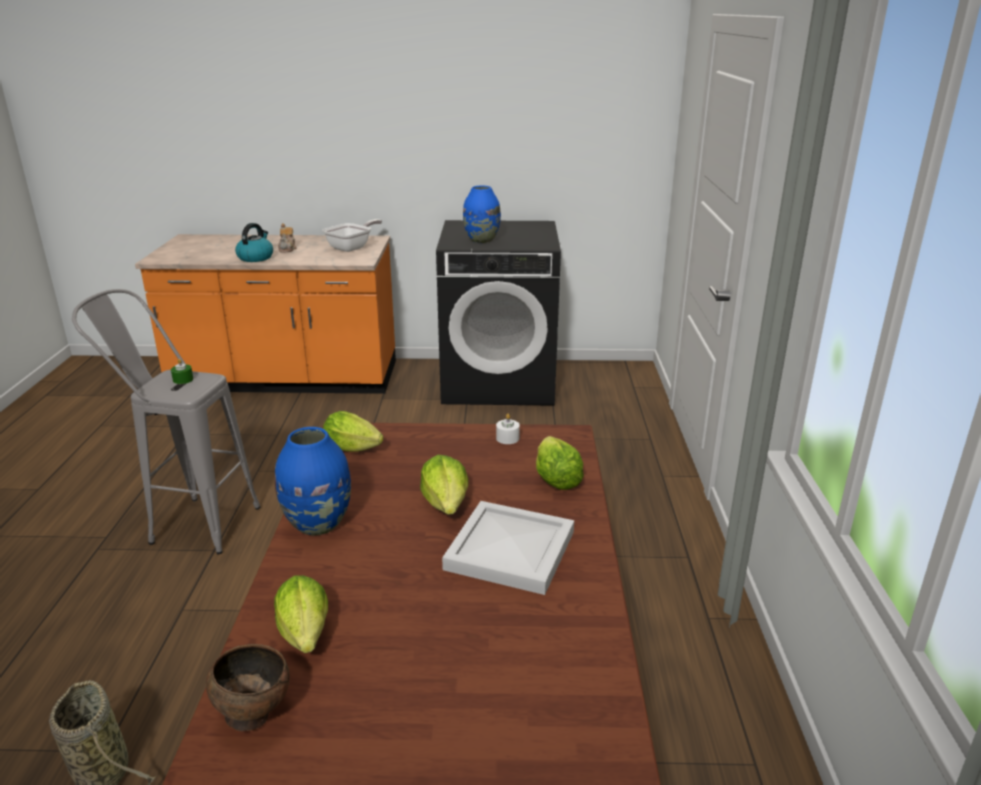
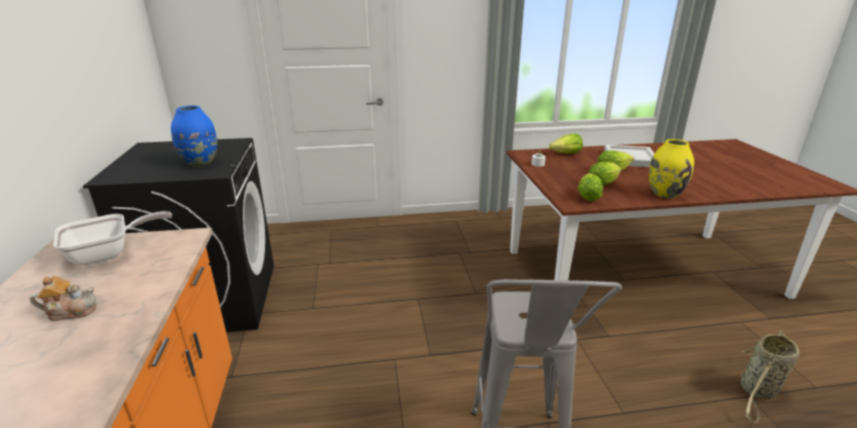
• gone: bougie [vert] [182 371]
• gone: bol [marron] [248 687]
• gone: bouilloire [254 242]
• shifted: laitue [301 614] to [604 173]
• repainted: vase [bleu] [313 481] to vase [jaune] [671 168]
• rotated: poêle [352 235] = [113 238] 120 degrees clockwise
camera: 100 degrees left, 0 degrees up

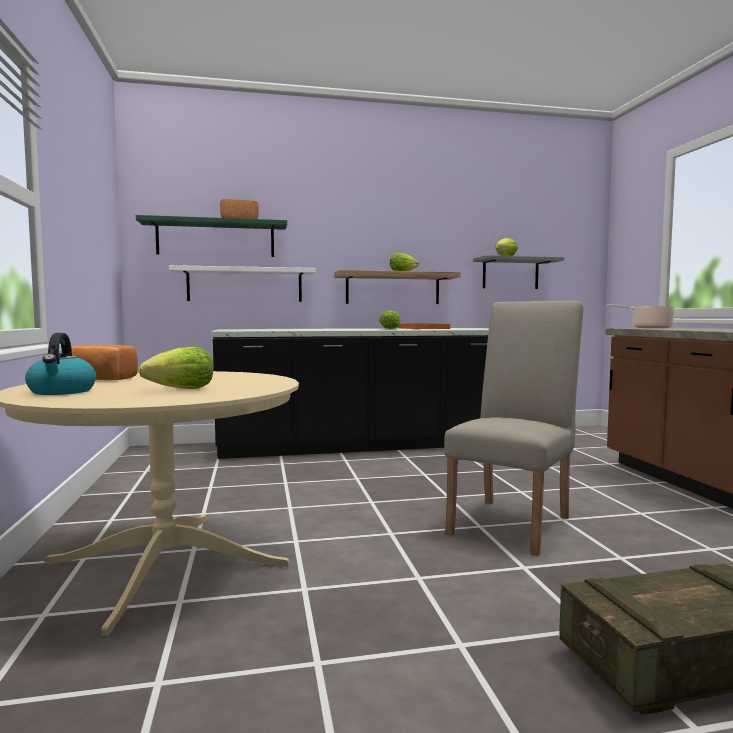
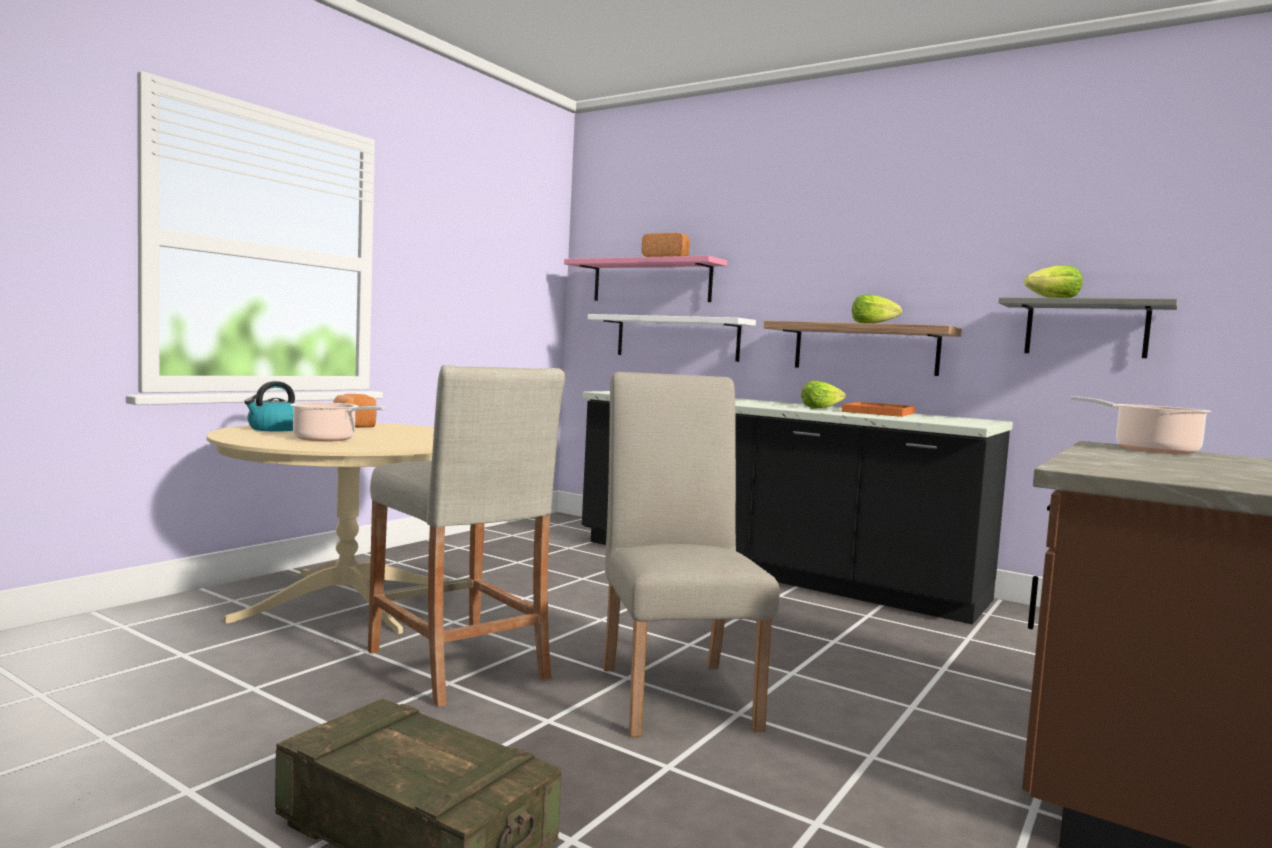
• new: tabouret [beige] [466 536]
• swapped: laitue [176 368] to marmite [338 422]
• repainted: étagère [vert] [211 236] to étagère [rose] [645 279]
• rotated: chaise [beige] [513 428] = [692 554] 90 degrees counterclockwise
camera: 45 degrees right, 0 degrees up

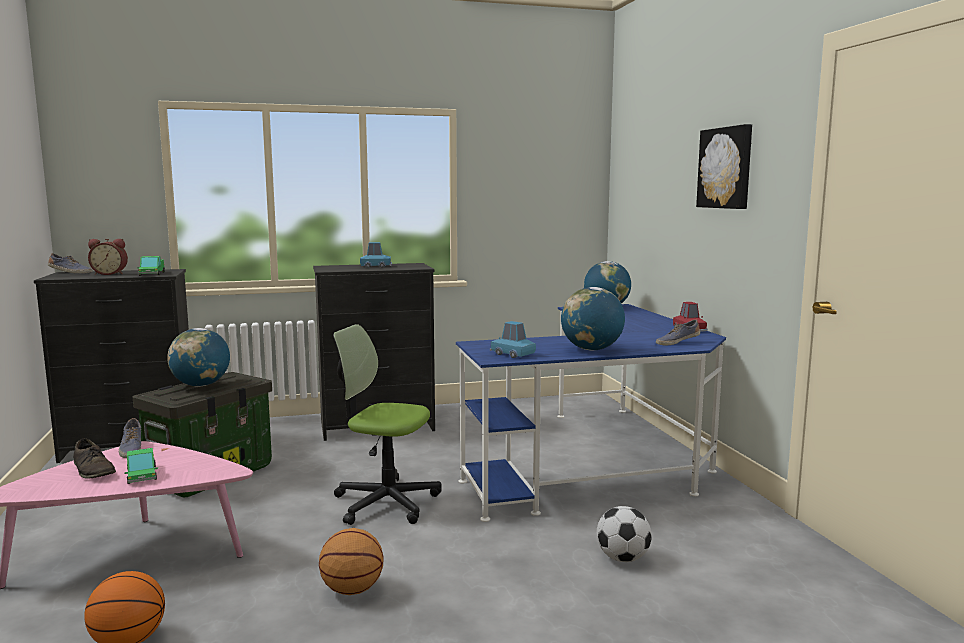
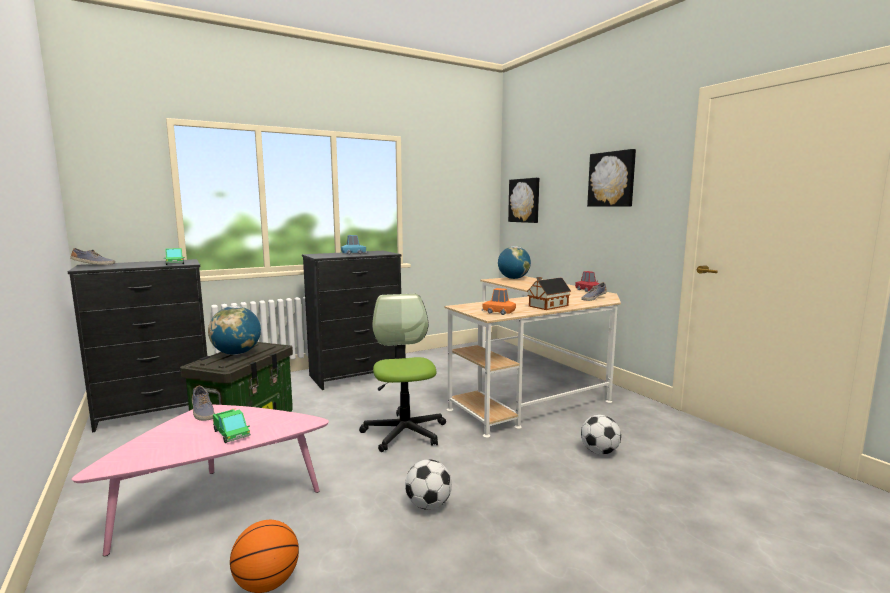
• gone: chaussure [marron] [94 458]
• gone: réveil [108 257]
• new: tableau [523 200]
• swapped: ballon de basket [351 561] to ballon de foot [428 484]
• swapped: globe [593 319] to maison miniature [549 293]
• repainted: bureau [bleu] [591 413] to bureau [beige] [533 357]
• repainted: petite voiture [bleu] [513 339] to petite voiture [orange] [499 301]
• rotated: chaise de bureau [387 424] = [402 373] 75 degrees clockwise
camera: 15 degrees left, 0 degrees up

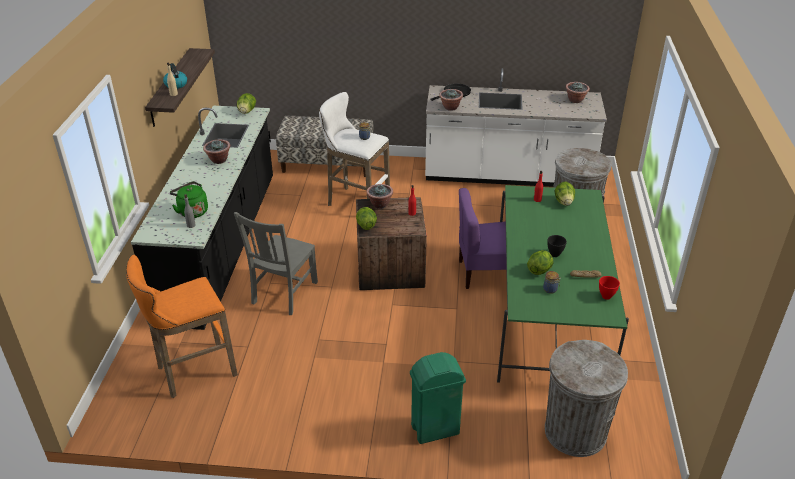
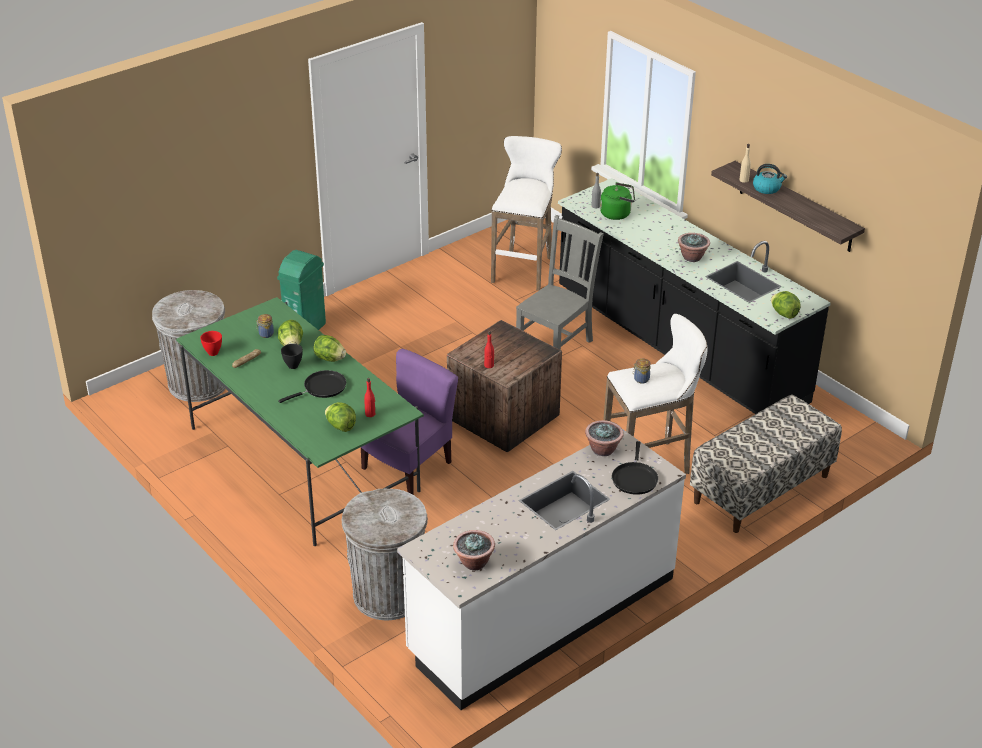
• gone: plante en pot [379 196]
• new: poêle [noir] [312 386]
• shifted: laitue [366 218] to [329 348]
• repainted: tabouret [orange] [182 326] to tabouret [blanc] [526 213]
• rotated: chaise [gris] [276 263] = [560 282] 60 degrees clockwise
camera: 135 degrees right, 0 degrees up

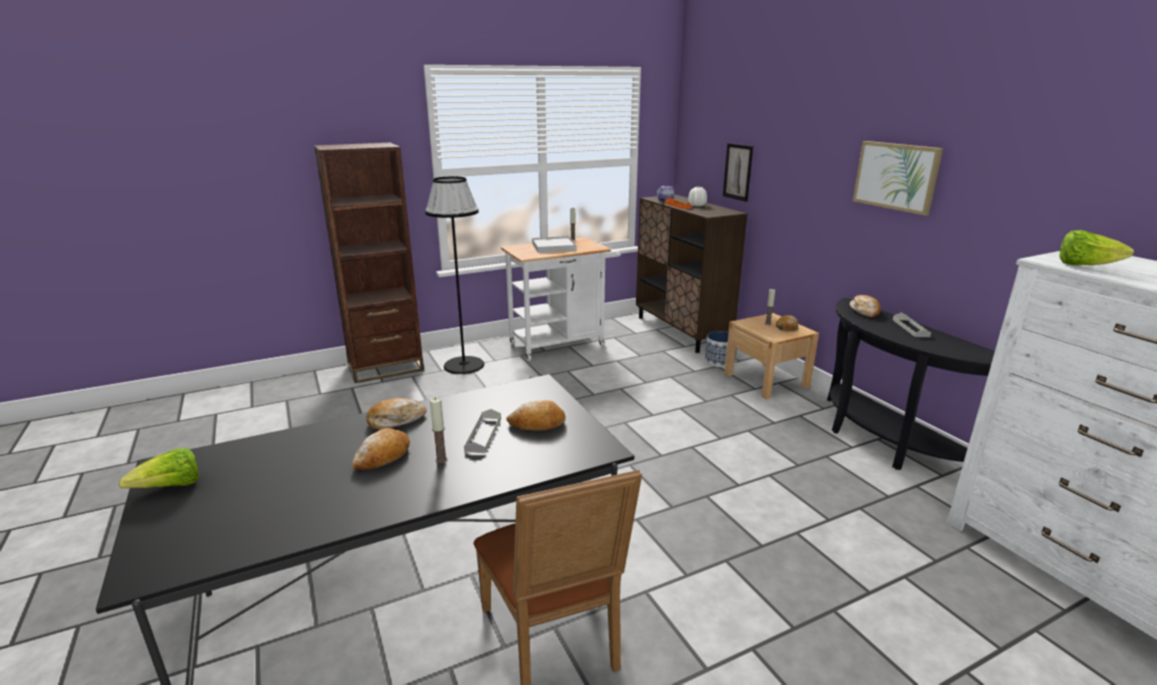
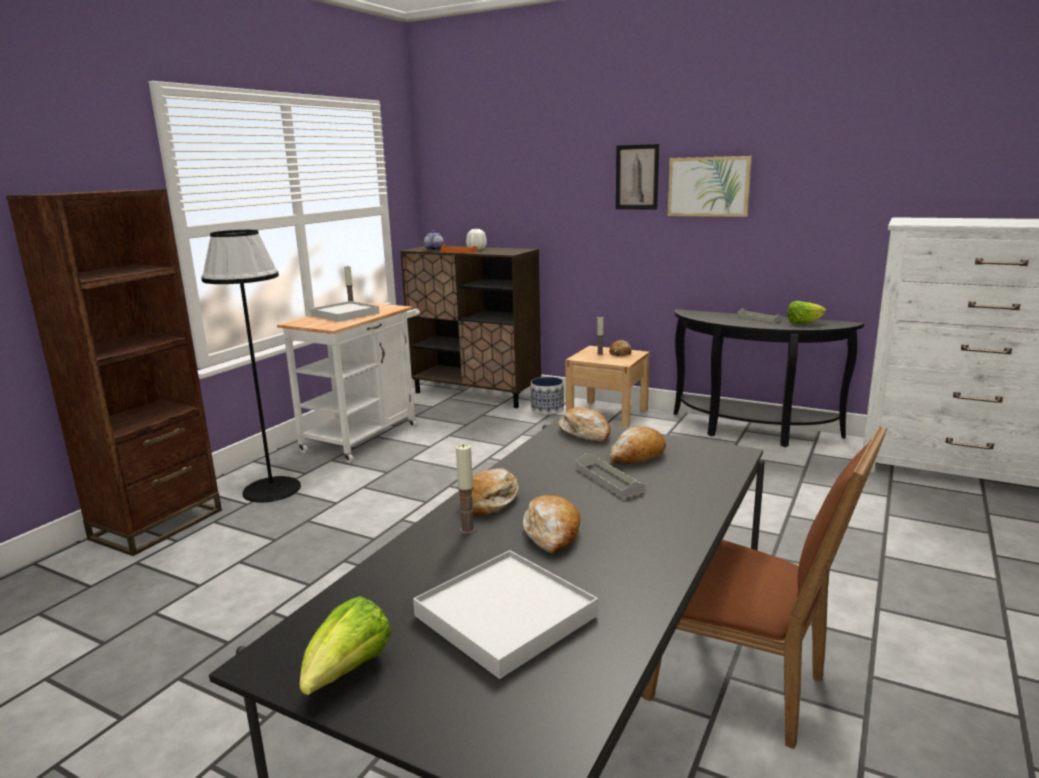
• new: plateau [blanc] [505 614]
• shifted: bougie [439 430] to [466 489]
• shifted: tableau [738 172] to [637 177]
• shifted: pain [865 306] to [585 424]
• shifted: laitue [1097 247] to [806 312]
camera: 35 degrees left, 5 degrees down

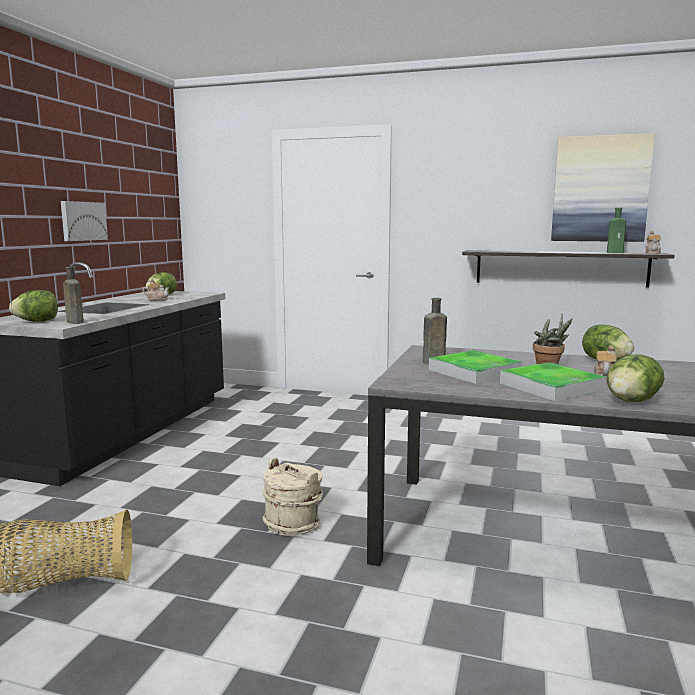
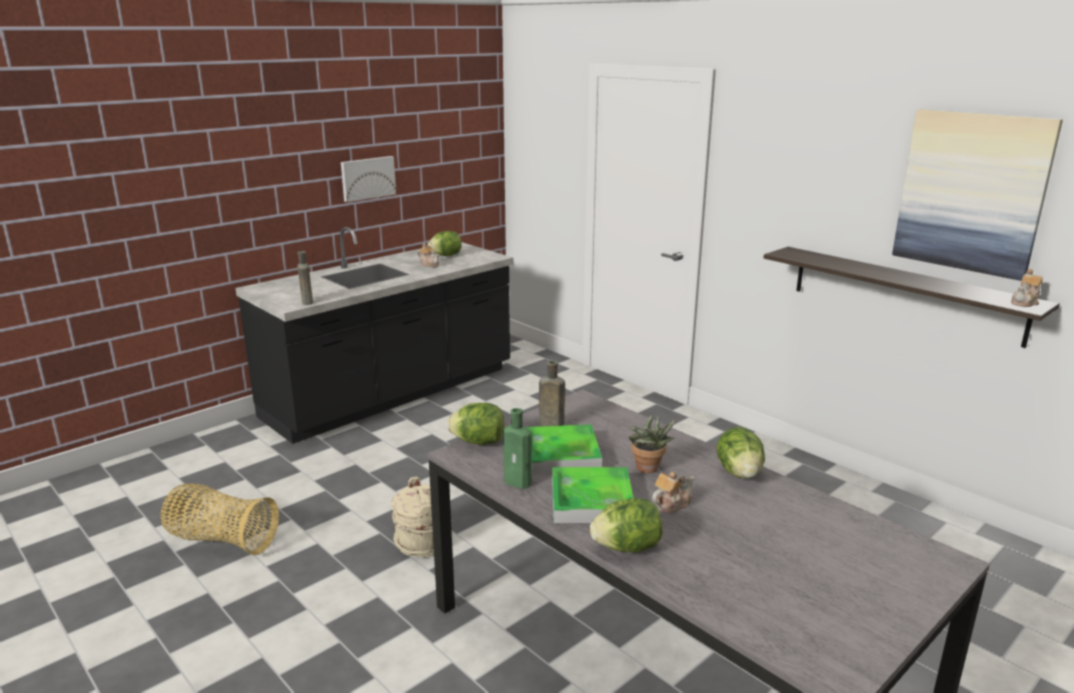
• shifted: laitue [33 306] to [475 424]
• shifted: bouteille [vert] [616 230] to [517 448]
camera: 30 degrees right, 10 degrees up

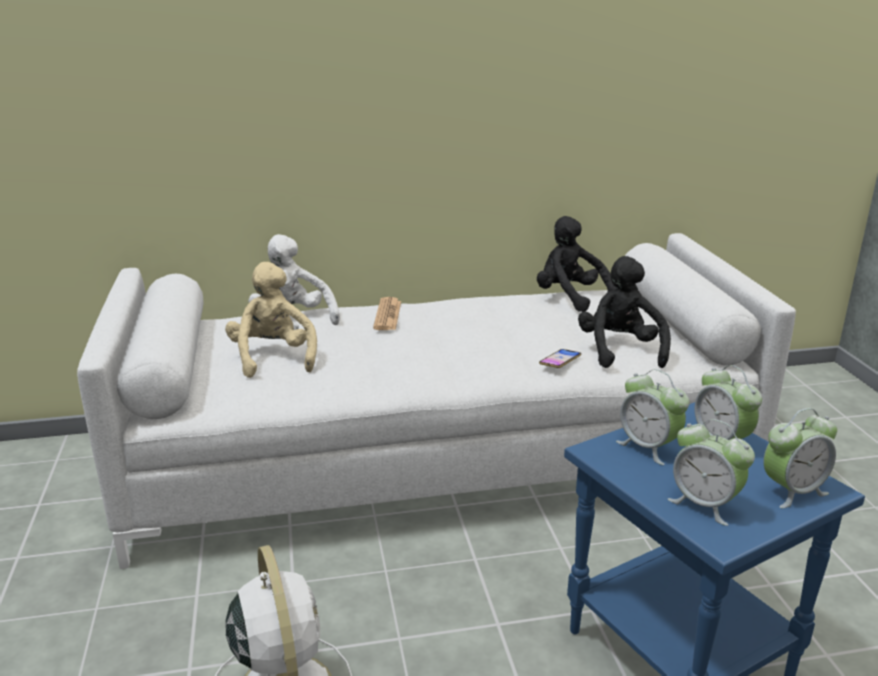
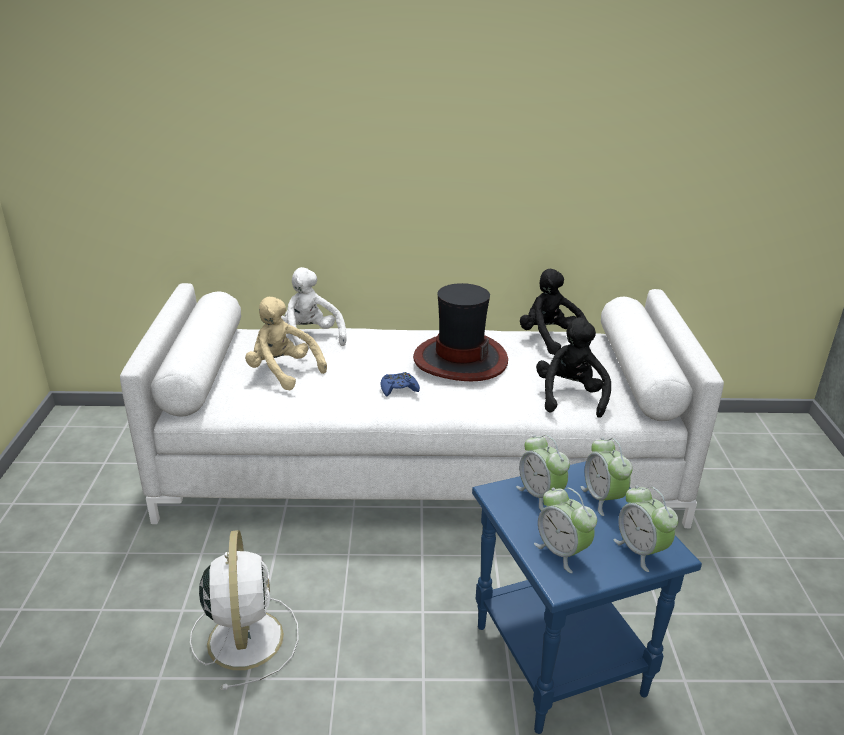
• gone: journal [387 313]
• gone: téléphone [560 358]
• new: manette [bleu] [400 384]
• new: chapeau [460 332]
• rotated: peluche [beige] [271 320] = [286 343] 45 degrees counterclockwise
• rotated: réveil [800 458] = [645 528] 75 degrees clockwise
camera: 10 degrees right, 5 degrees up

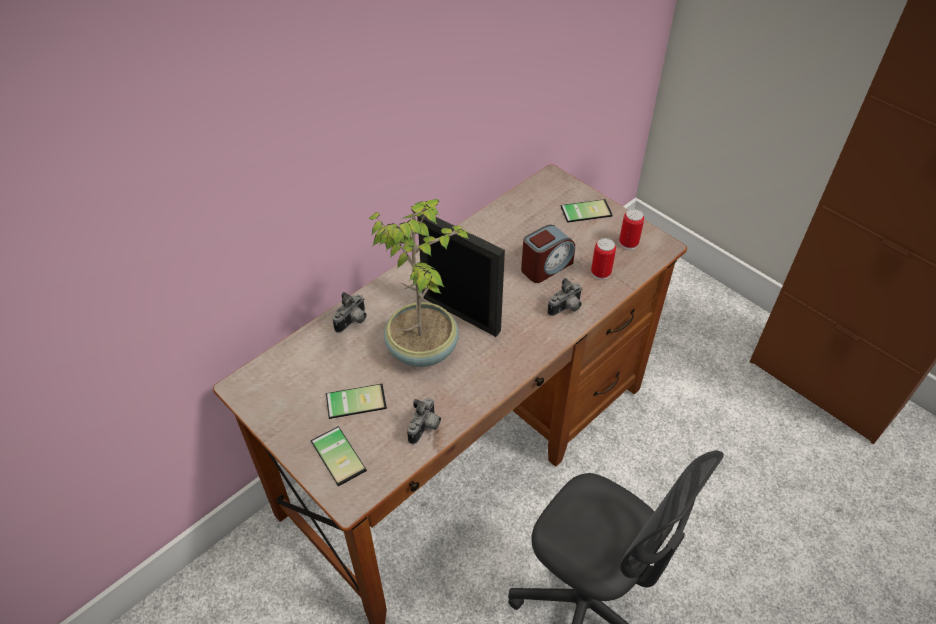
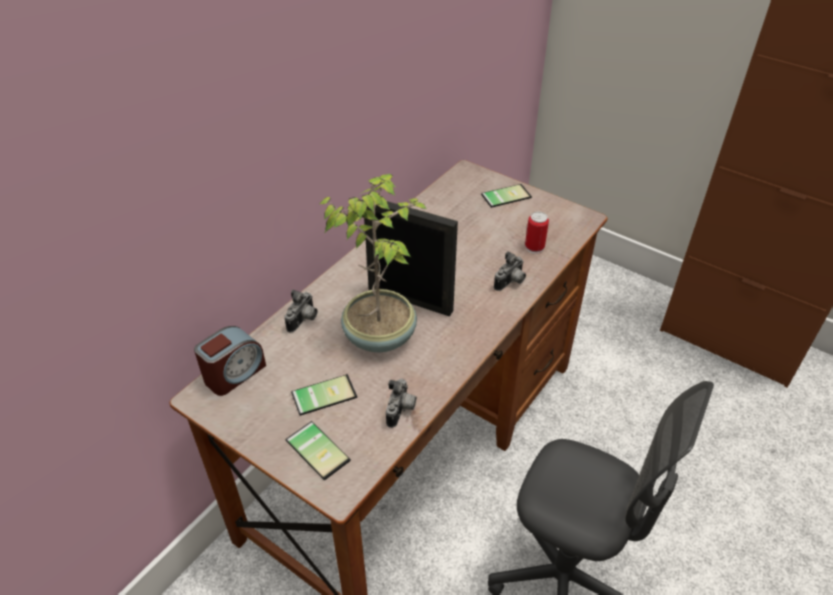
• gone: boîte métallique [631 229]
• shifted: réveil [548 254] to [230 361]
camera: 10 degrees left, 5 degrees down

